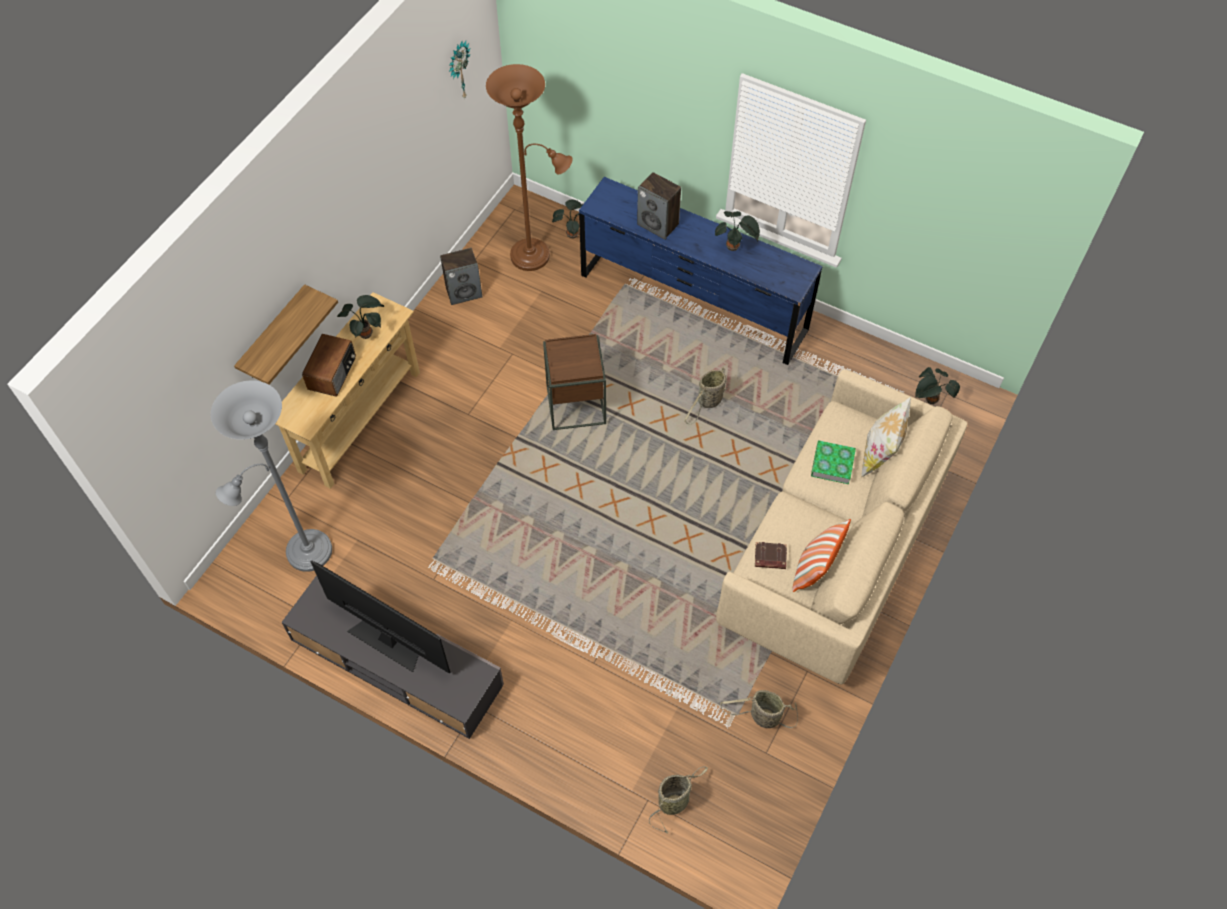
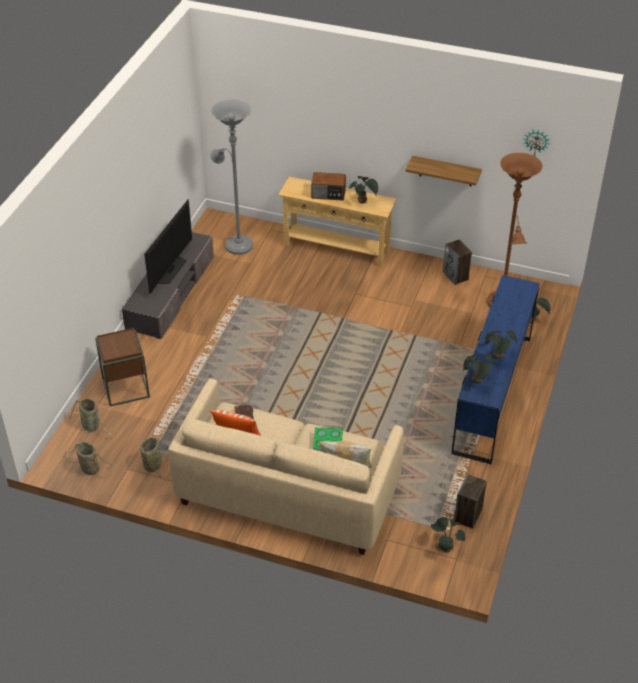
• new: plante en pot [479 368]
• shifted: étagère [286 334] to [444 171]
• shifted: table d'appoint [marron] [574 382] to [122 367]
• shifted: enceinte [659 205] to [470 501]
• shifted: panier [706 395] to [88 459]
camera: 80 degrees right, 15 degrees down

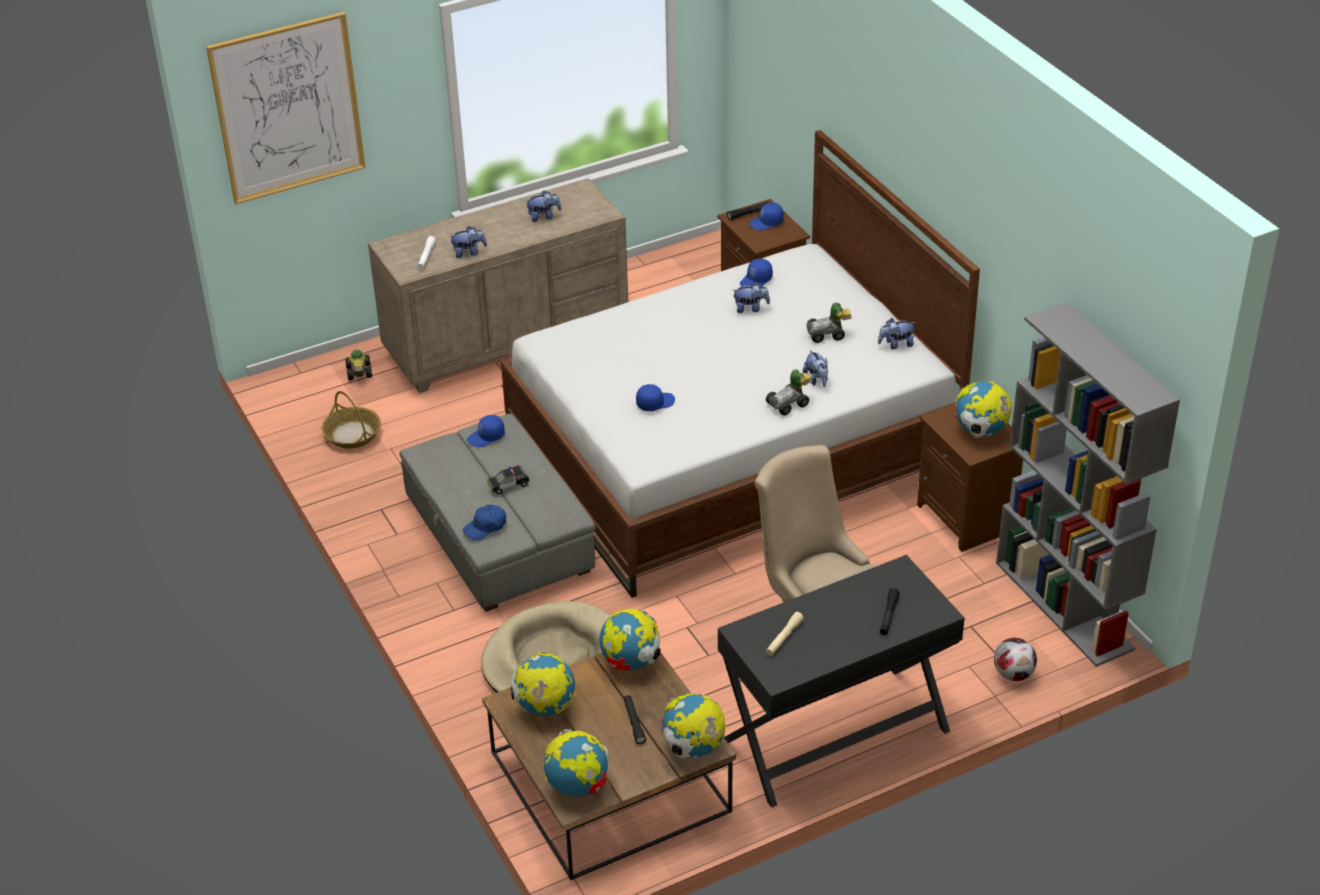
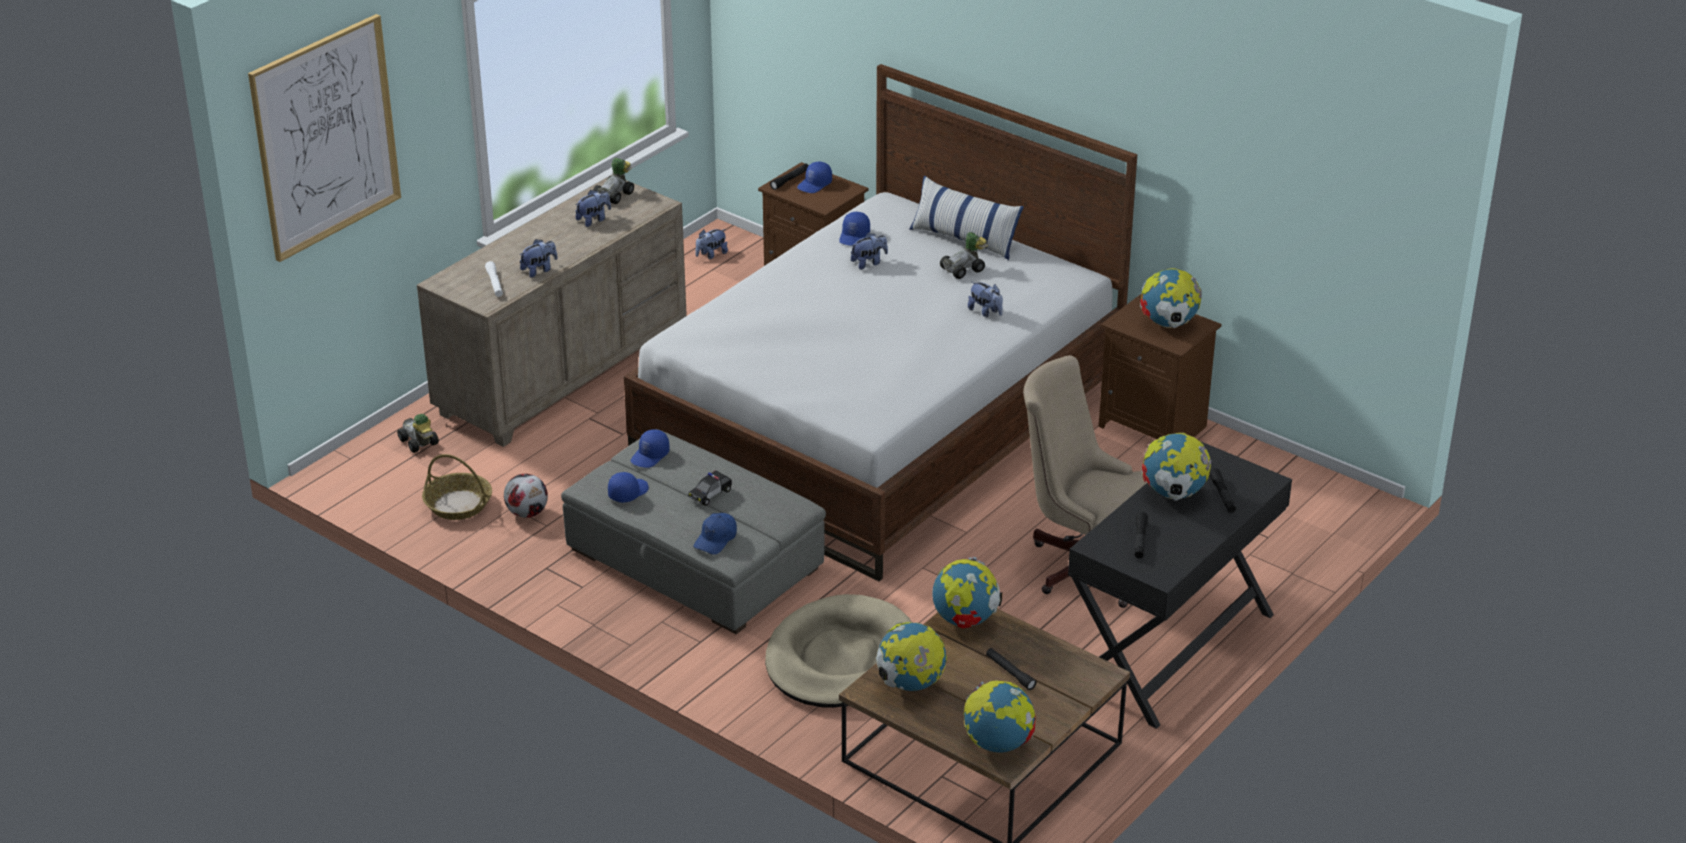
• gone: bibliothèque [gris] [1088 484]
• new: coussin [966 218]
• shifted: casquette [bleu] [655 397] to [628 487]
• shifted: globe [694 726] to [1176 467]
• shifted: petite voiture [788 392] to [613 181]
• shifted: peluche [897 333] to [711 244]
• shifted: ballon de foot [1015 659] to [526 496]
• repainted: lampe de poche [beige] [785 634] to lampe de poche [noir] [1141 535]
camera: 25 degrees left, 5 degrees down

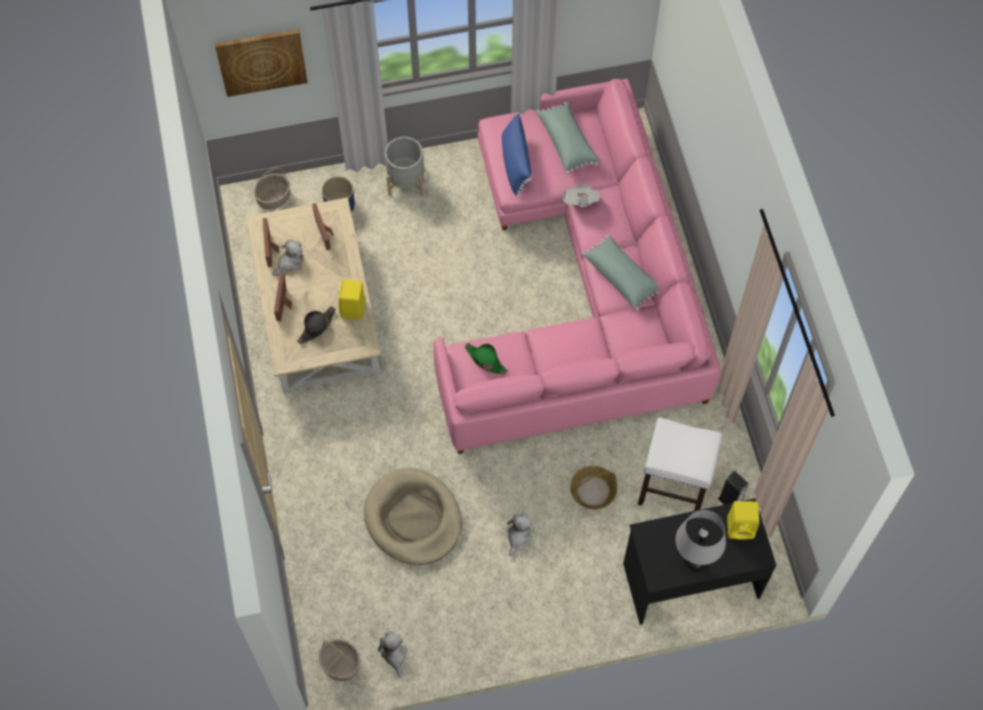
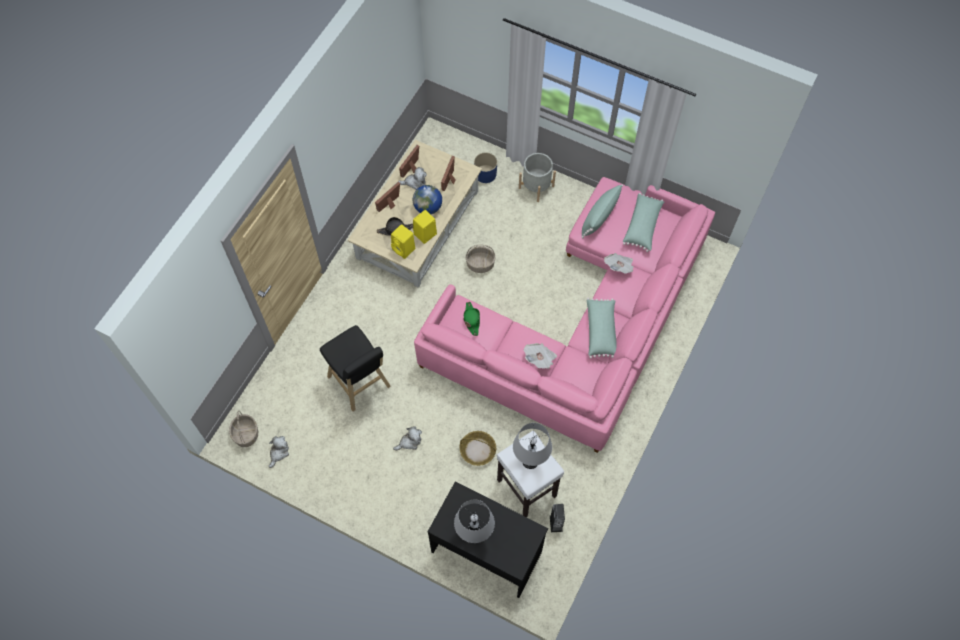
• gone: tableau [261 63]
• new: globe [427 199]
• new: lampe de table [gris] [532 446]
• new: journal [540 356]
• shifted: panier [271 188] to [481 259]
• shifted: enceinte [jaune] [743 520] to [403 241]
• swapped: panier pour chien [beige] [413 516] to tabouret [noir] [355 368]
• repainted: coussin [bleu] [516 154] to coussin [vert] [602 211]
camera: 40 degrees right, 0 degrees up

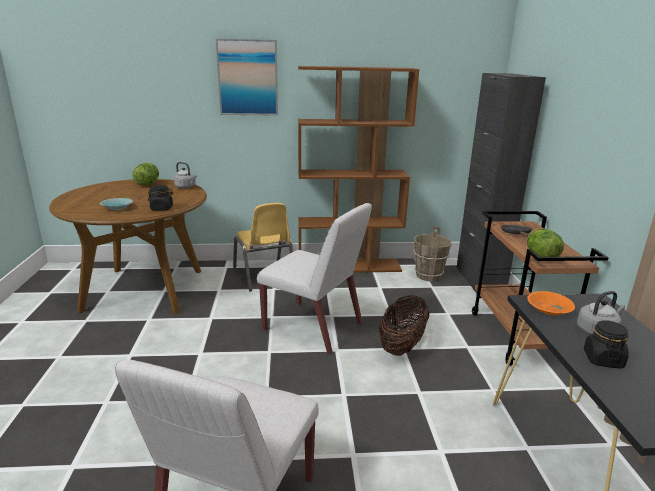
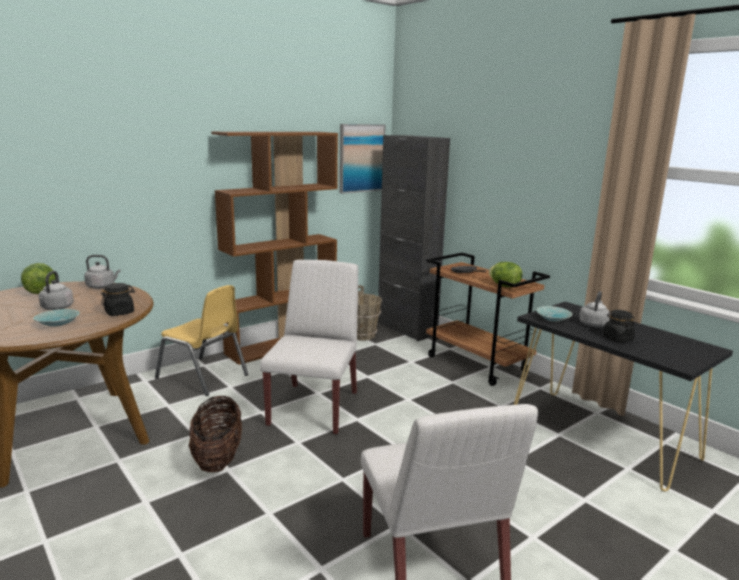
• new: bouilloire [gris] [56 290]
• shifted: tableau [247 77] to [362 159]
• shifted: panier [404 325] to [215 434]
• repainted: bol [orange] [551 303] to bol [turquoise] [554 314]
• rotated: chaise [blanc] [314 278] = [309 347] 75 degrees counterclockwise
camera: 35 degrees left, 5 degrees down

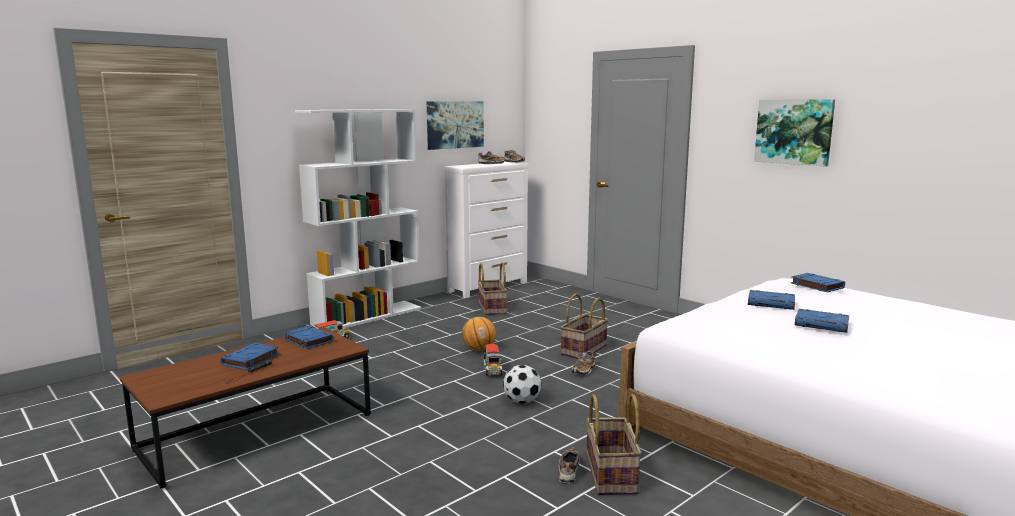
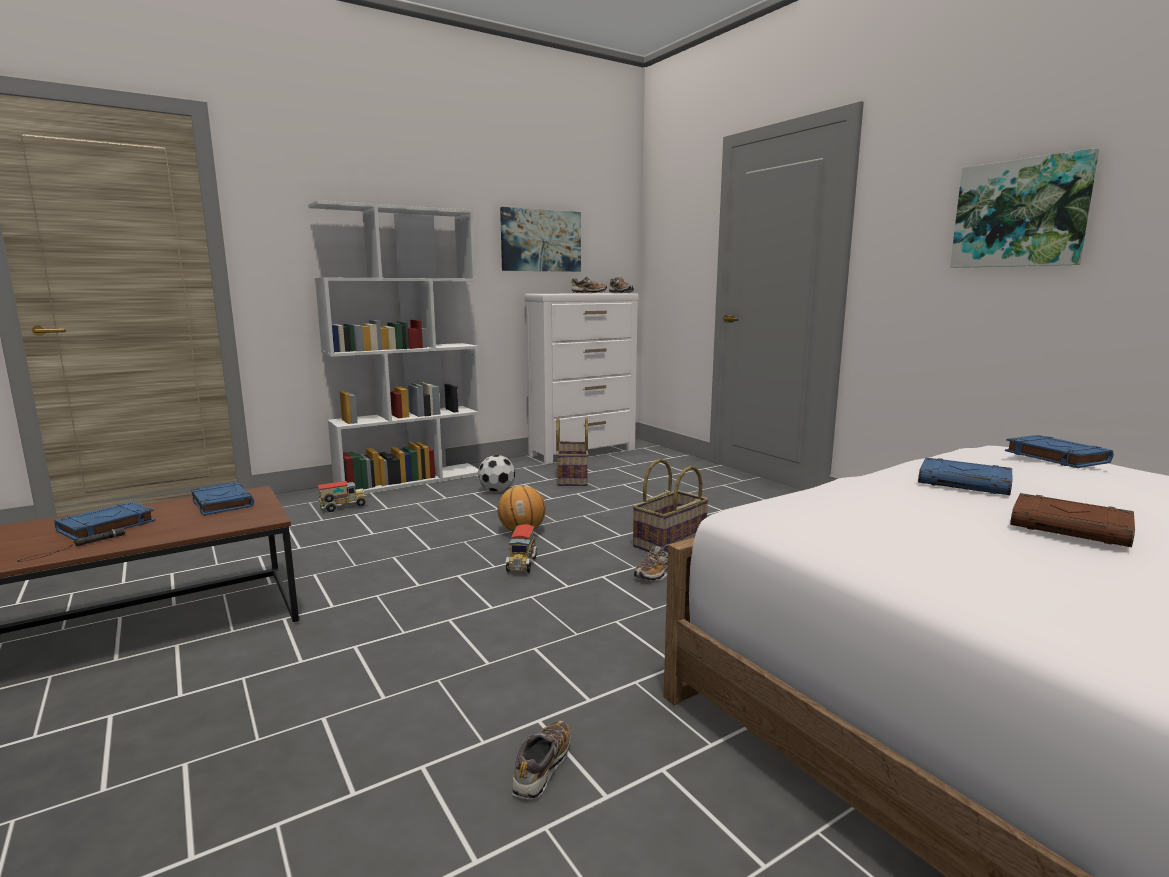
• gone: panier [614 444]
• shifted: ballon de foot [522 384] to [496 473]
• repainted: livre [bleu] [822 321] to livre [marron] [1072 520]
camera: 10 degrees right, 0 degrees up

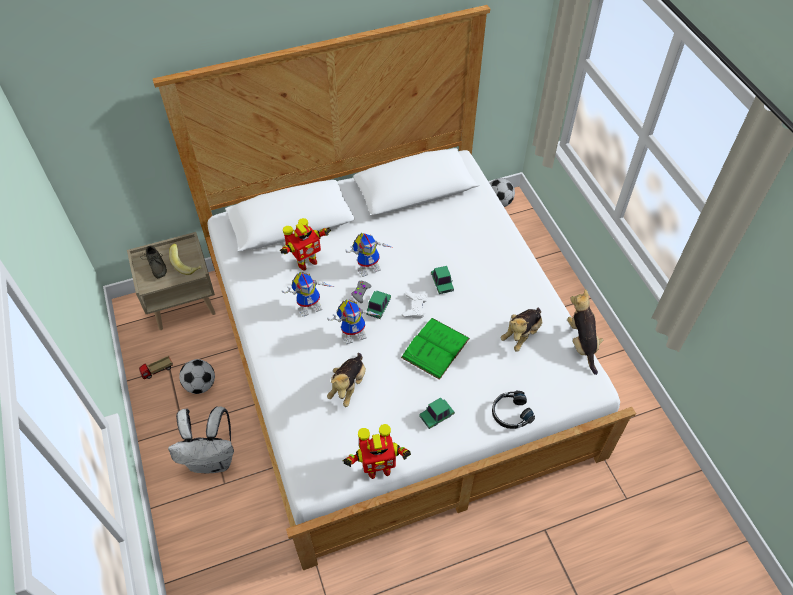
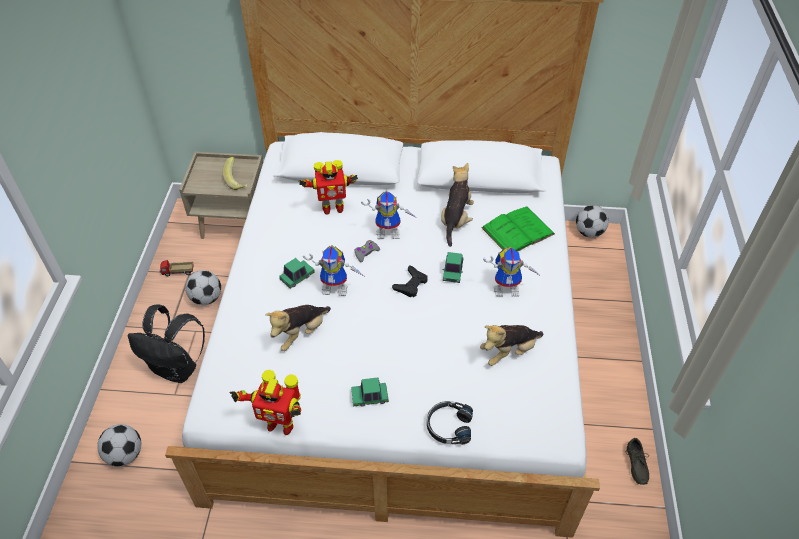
• new: ballon de foot [119 445]
• shifted: chaussure [gris] [154 262] to [637 461]
• shifted: robot jouet [308 294] to [512 271]
• shifted: petite voiture [378 305] to [297 273]
• shifted: livre [vert] [435 349] to [518 229]
• shifted: peluche [585 332] to [457 205]
• repainted: sac à dos [blanc] [201 439] to sac à dos [noir] [166 343]
• repainted: manette [blanc] [414 305] to manette [noir] [410 281]
camera: 25 degrees right, 5 degrees down

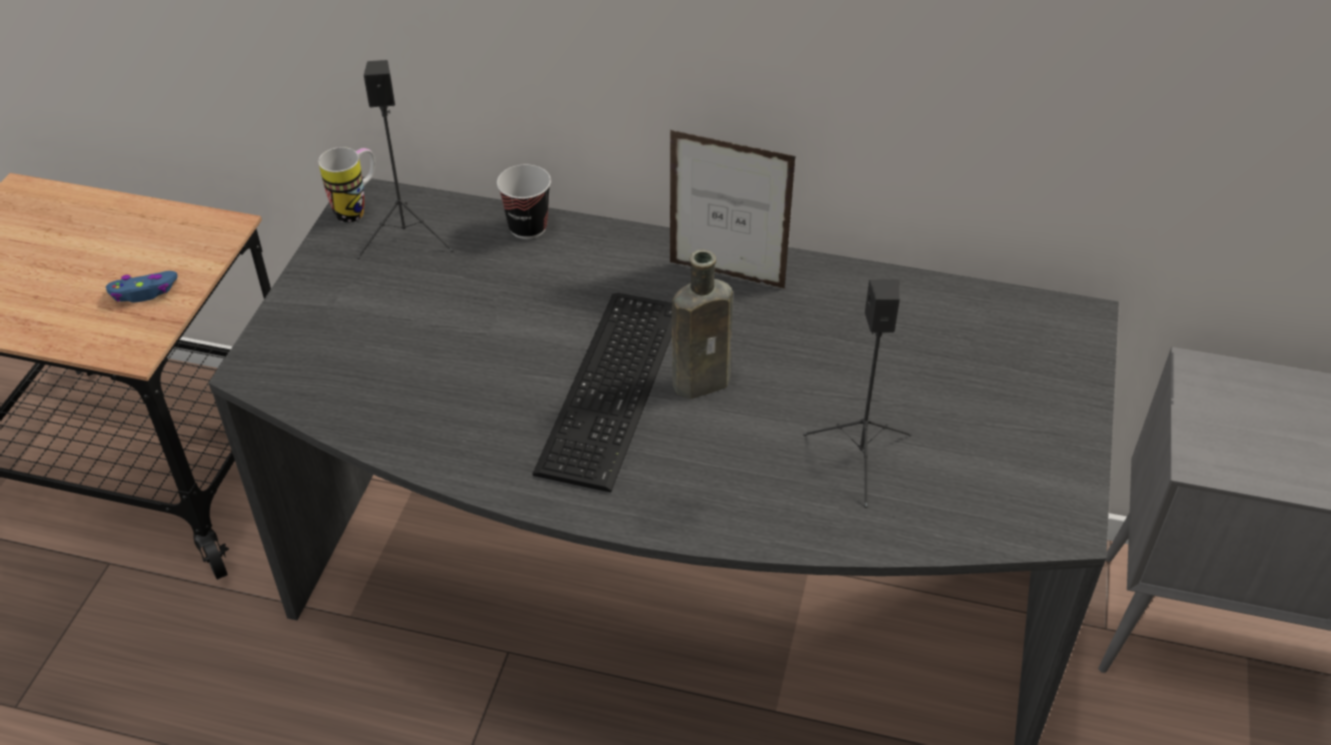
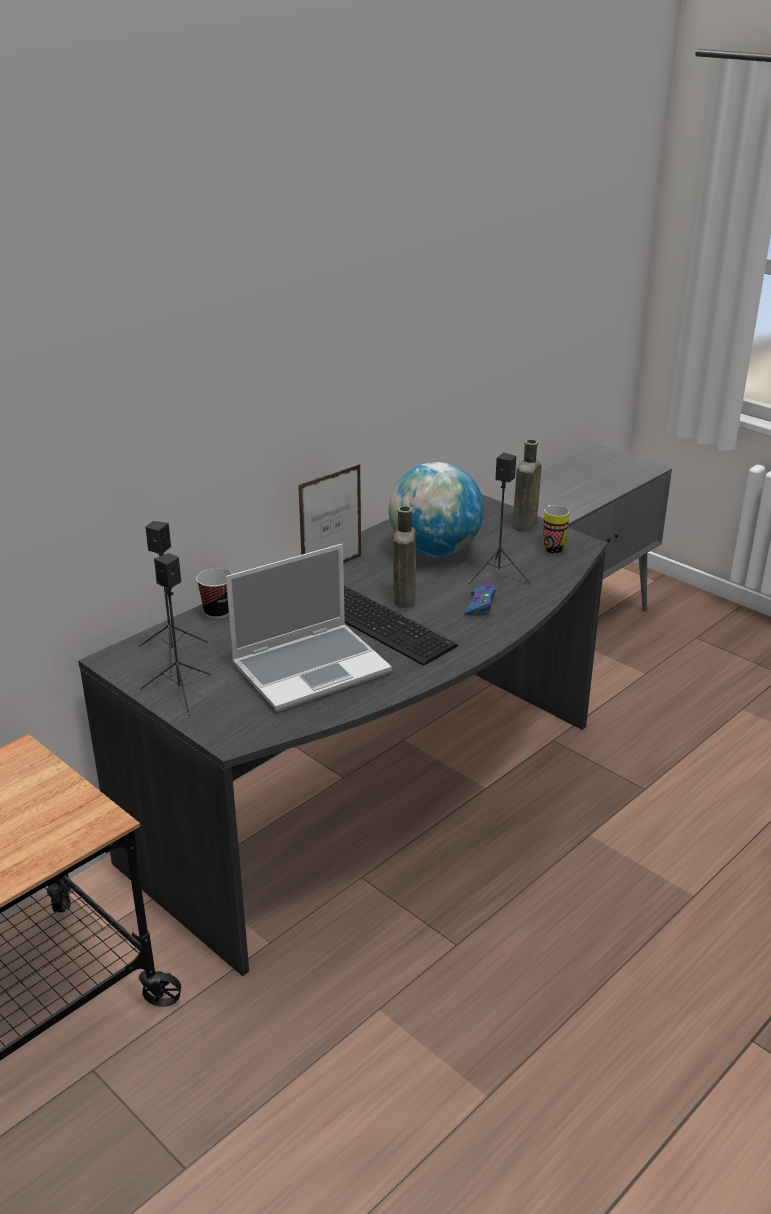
• new: enceinte [noir] [175 634]
• new: ordinateur portable [309 627]
• new: globe [436 509]
• new: bouteille [marron] [526 485]
• shifted: manette [bleu] [142 287] to [480 599]
• shifted: mug [346 185] to [556 529]
camera: 60 degrees left, 15 degrees down

